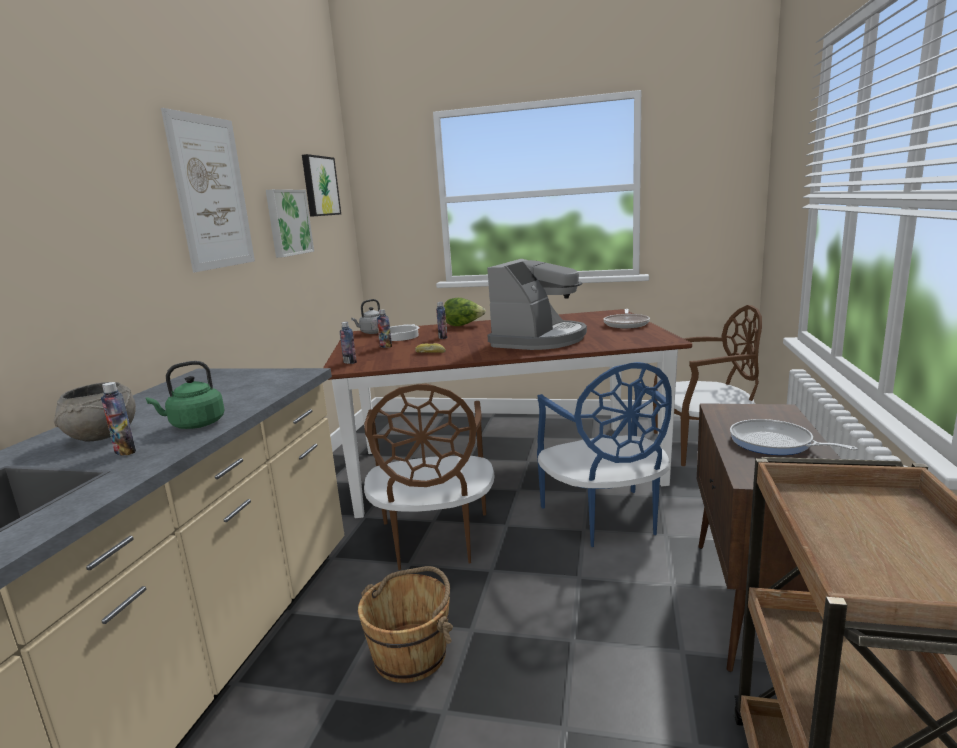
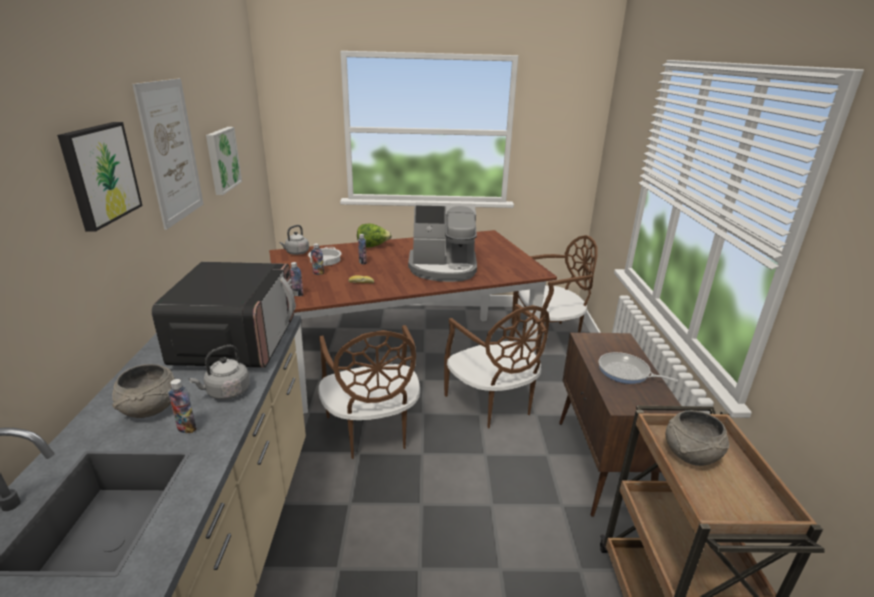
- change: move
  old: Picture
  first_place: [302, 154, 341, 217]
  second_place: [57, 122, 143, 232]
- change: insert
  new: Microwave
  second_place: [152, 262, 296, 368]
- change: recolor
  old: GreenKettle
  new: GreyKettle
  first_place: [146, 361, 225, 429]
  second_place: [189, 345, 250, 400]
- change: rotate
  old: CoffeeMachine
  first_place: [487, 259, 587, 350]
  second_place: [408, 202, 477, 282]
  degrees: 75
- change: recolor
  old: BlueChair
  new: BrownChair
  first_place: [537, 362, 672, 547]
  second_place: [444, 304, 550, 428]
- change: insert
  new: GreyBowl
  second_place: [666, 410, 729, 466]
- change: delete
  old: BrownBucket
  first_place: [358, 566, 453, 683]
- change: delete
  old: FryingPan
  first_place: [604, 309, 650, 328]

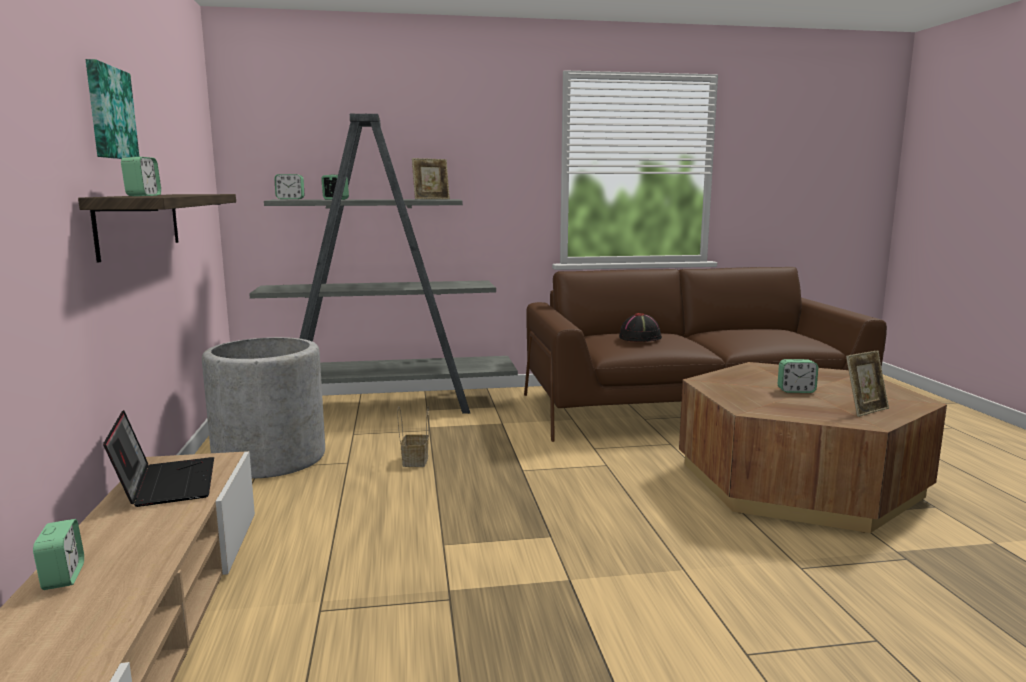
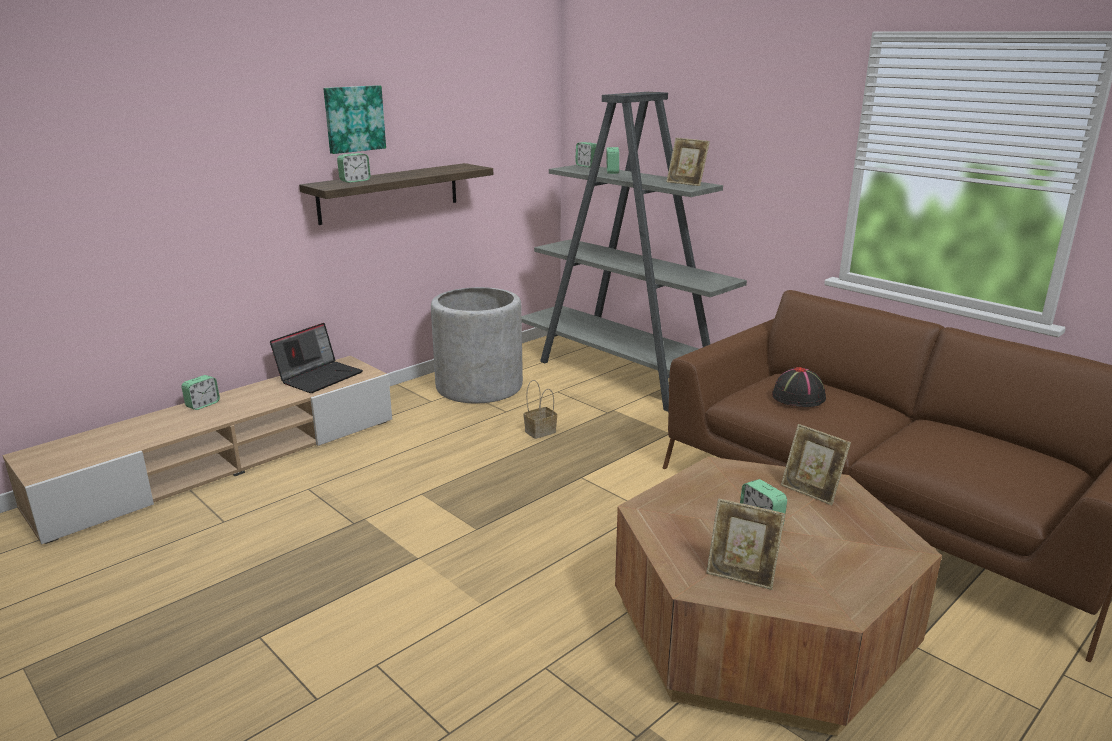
- change: insert
  new: PictureFrame
  second_place: [781, 424, 851, 505]

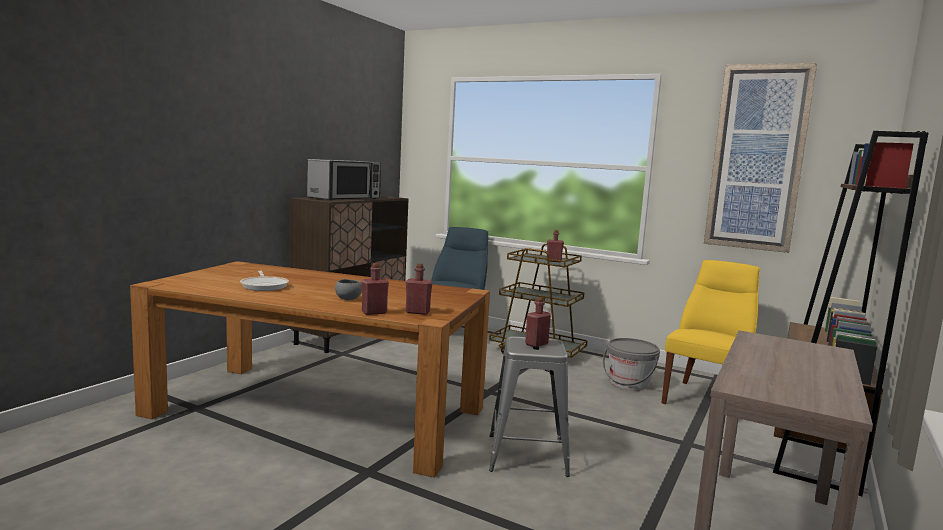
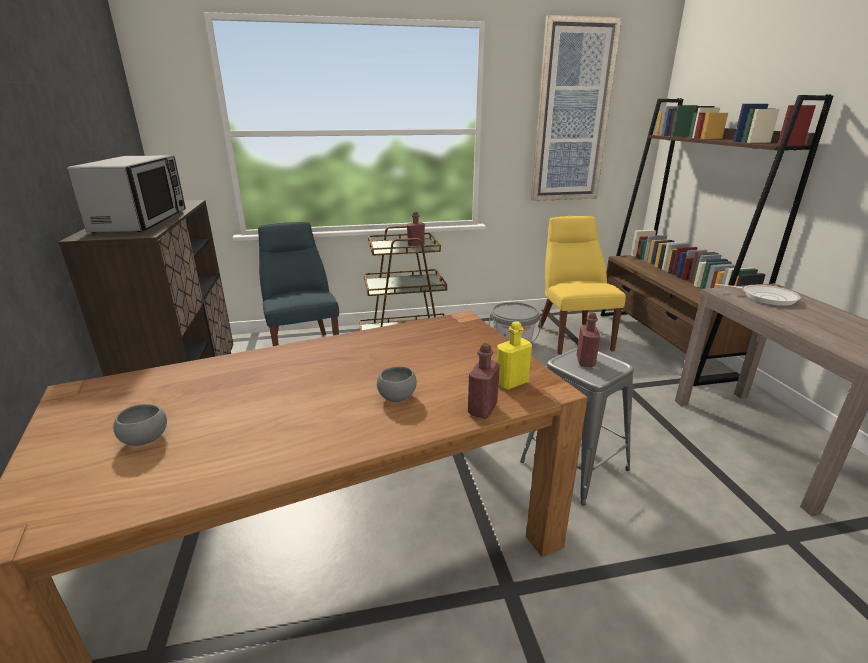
- change: insert
  new: GreyBowl
  second_place: [113, 404, 167, 446]
- change: recolor
  old: RedBottle
  new: YellowBottle
  first_place: [406, 263, 432, 315]
  second_place: [497, 321, 532, 390]
- change: move
  old: FryingPan
  first_place: [240, 270, 289, 291]
  second_place: [716, 284, 801, 306]

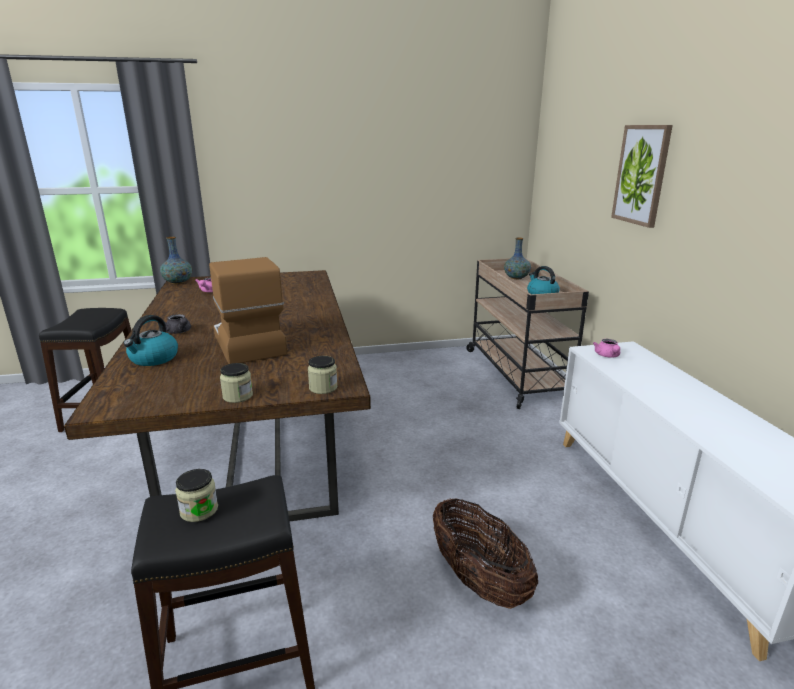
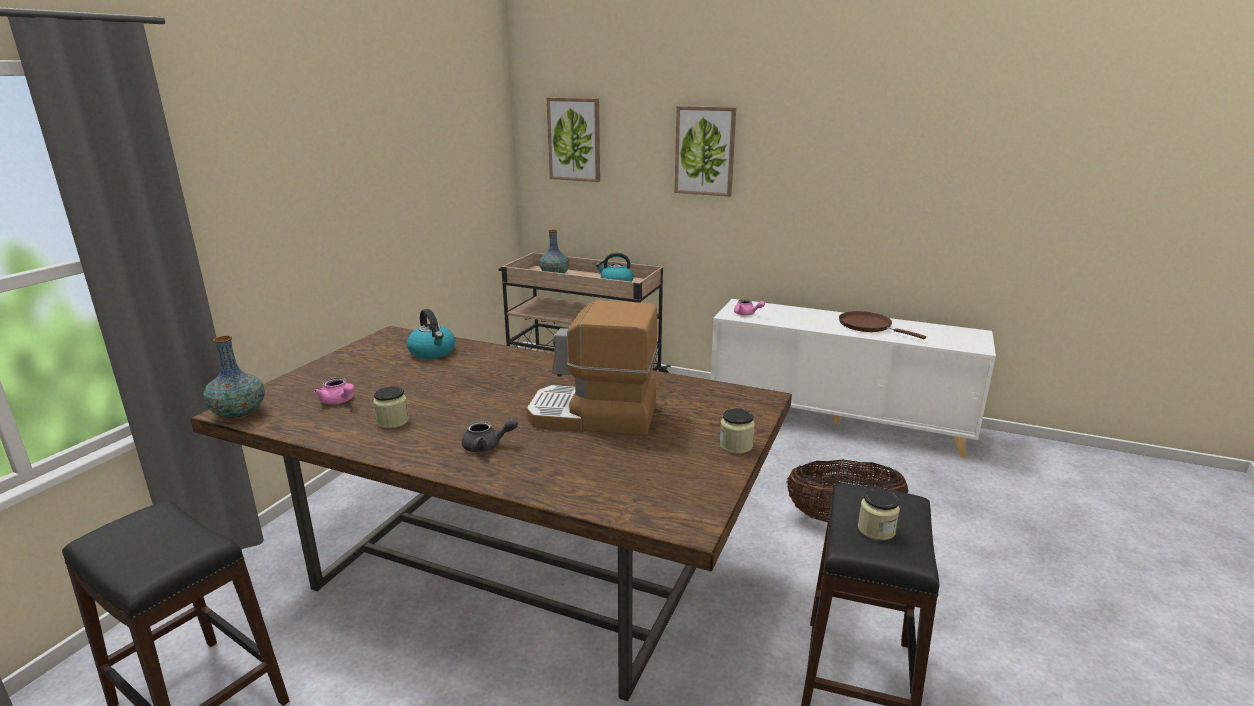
- change: move
  old: Jar
  first_place: [308, 356, 338, 394]
  second_place: [373, 386, 409, 429]
- change: move
  old: Kettle
  first_place: [123, 315, 178, 366]
  second_place: [407, 309, 455, 359]
- change: insert
  new: Picture
  second_place: [547, 97, 600, 182]
- change: insert
  new: BrownFryingPan
  second_place: [839, 311, 926, 339]

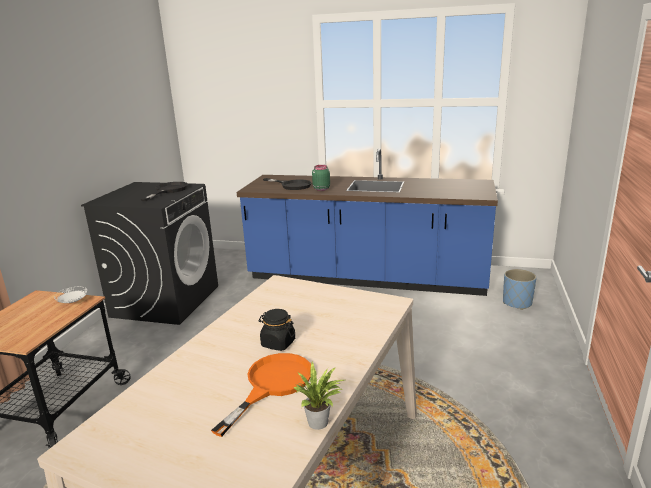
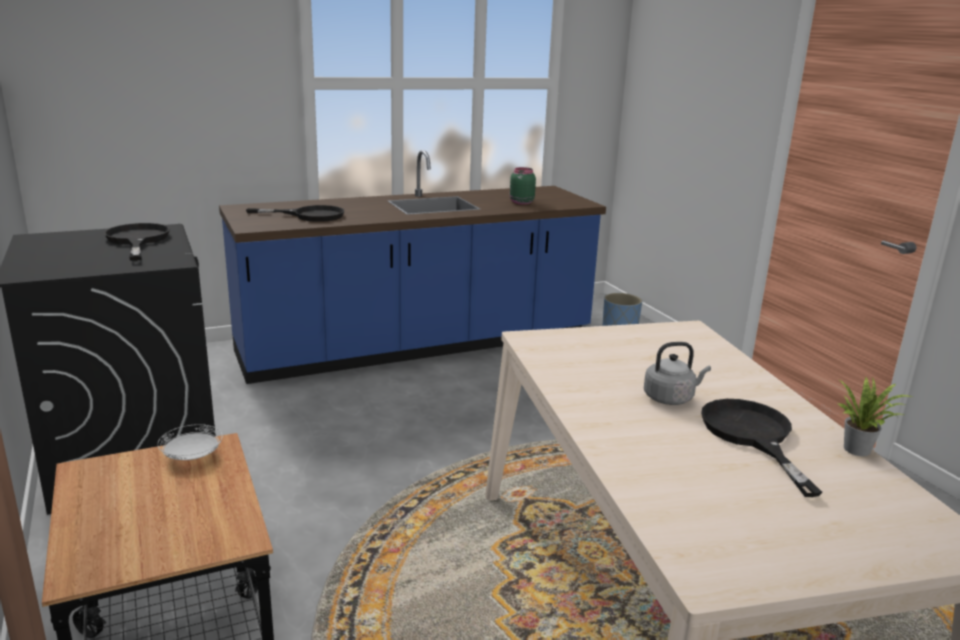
- change: move
  old: GreenJar
  first_place: [312, 165, 330, 191]
  second_place: [510, 167, 536, 205]
- change: replace
  old: BlackJar
  new: GreyKettle
  first_place: [259, 309, 295, 351]
  second_place: [644, 342, 711, 405]
- change: recolor
  old: OrangeFryingPan
  new: BlackFryingPan
  first_place: [211, 353, 311, 437]
  second_place: [701, 399, 822, 497]

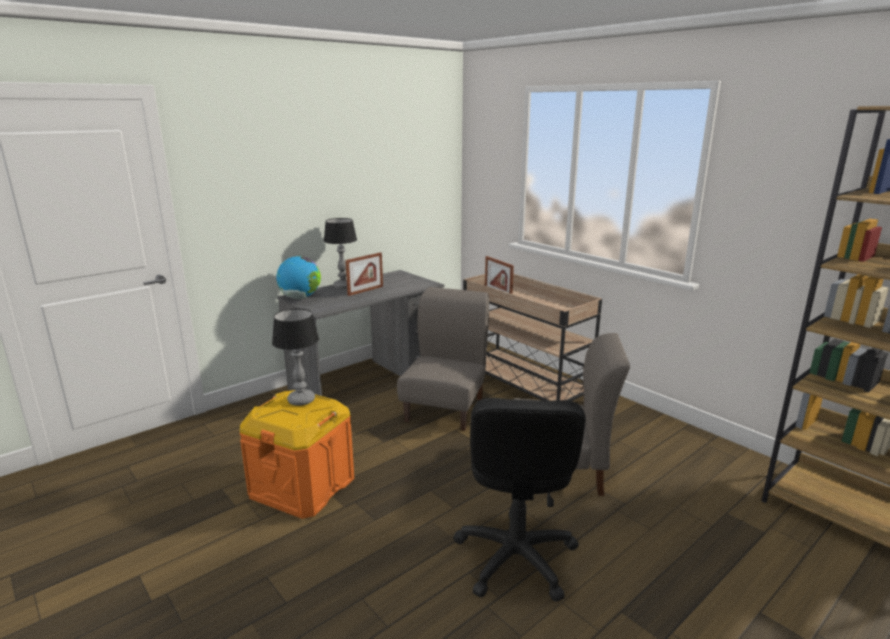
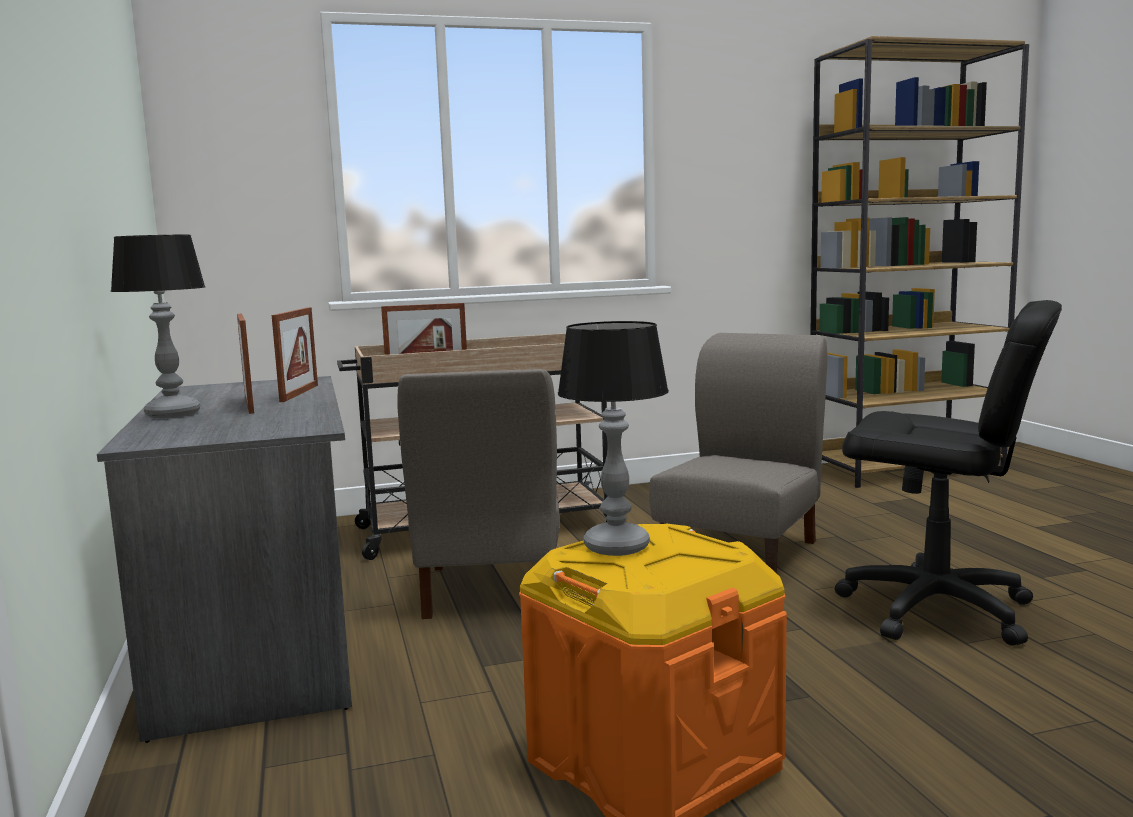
- change: insert
  new: PictureFrame
  second_place: [272, 307, 318, 402]
- change: rotate
  old: GreyChair
  first_place: [397, 287, 489, 431]
  second_place: [397, 369, 560, 619]
  degrees: -135
- change: delete
  old: Globe
  first_place: [276, 256, 321, 299]

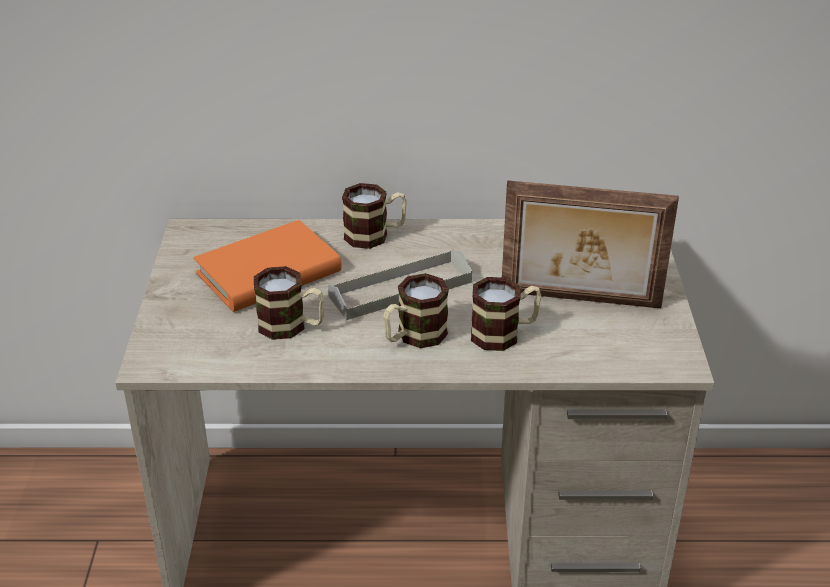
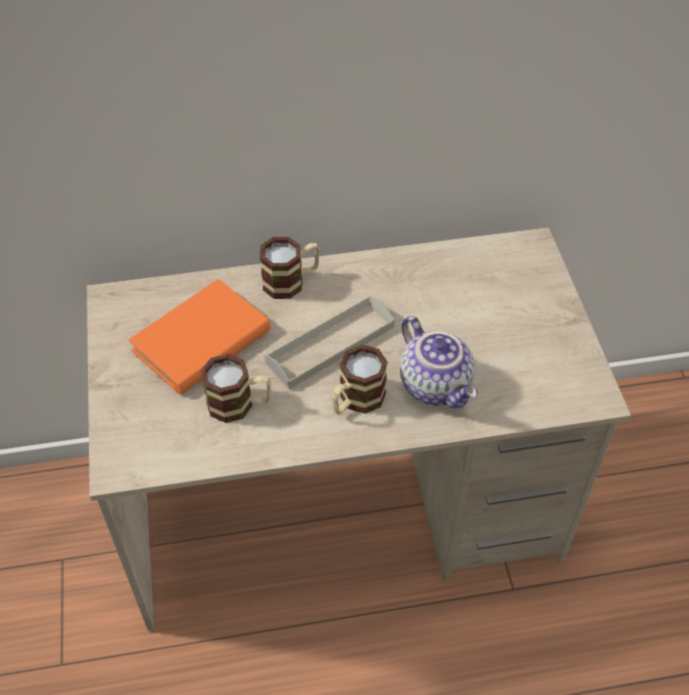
- change: replace
  old: Mug
  new: Teapot
  first_place: [471, 277, 541, 351]
  second_place: [400, 316, 478, 409]
- change: delete
  old: PictureFrame
  first_place: [502, 180, 679, 308]

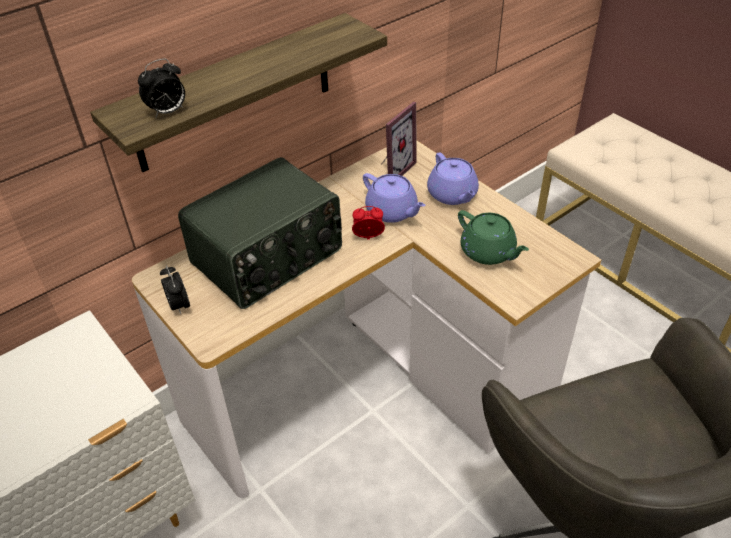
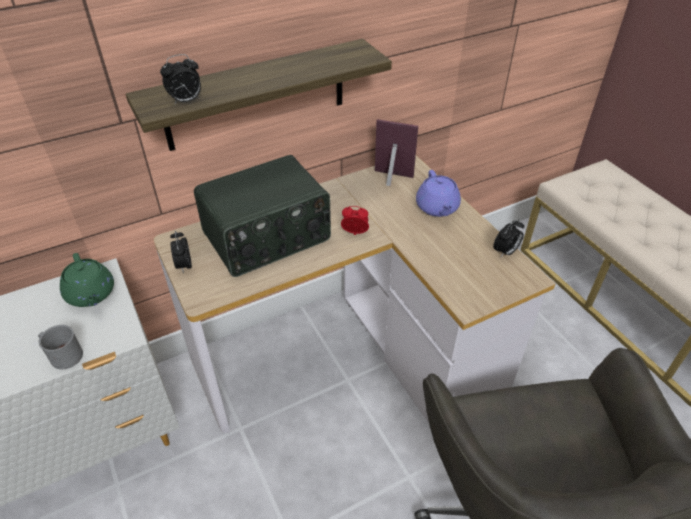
- change: insert
  new: GreyMug
  second_place: [38, 325, 83, 369]
- change: move
  old: GreenTeapot
  first_place: [458, 210, 529, 265]
  second_place: [60, 253, 114, 307]
- change: rotate
  old: PictureFrame
  first_place: [381, 101, 417, 176]
  second_place: [375, 119, 418, 186]
  degrees: -120
- change: insert
  new: AlarmClock
  second_place: [493, 219, 524, 258]
- change: delete
  old: PurpleTeapot
  first_place: [363, 173, 426, 223]

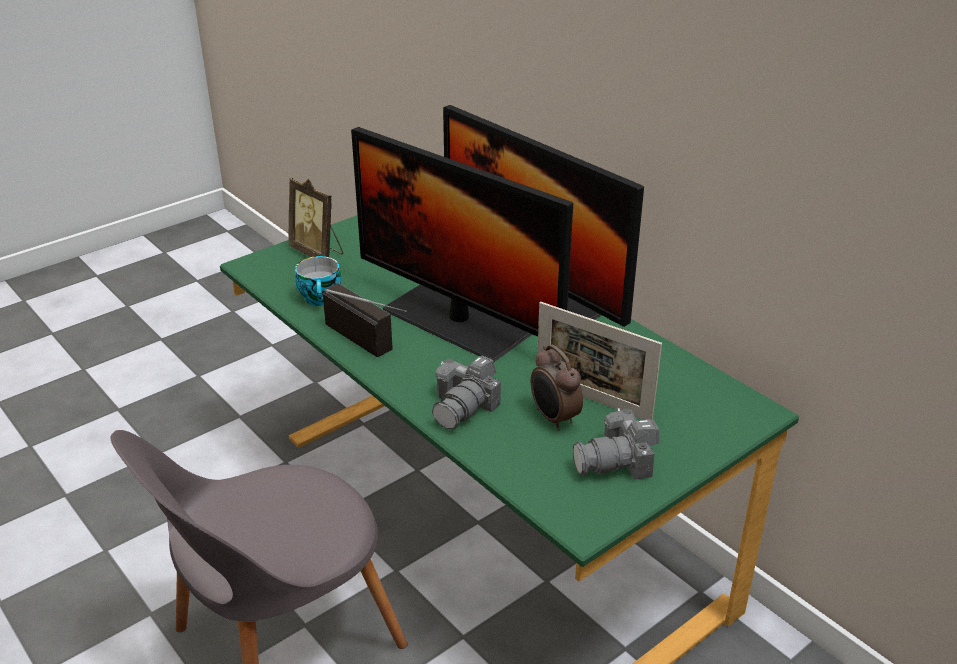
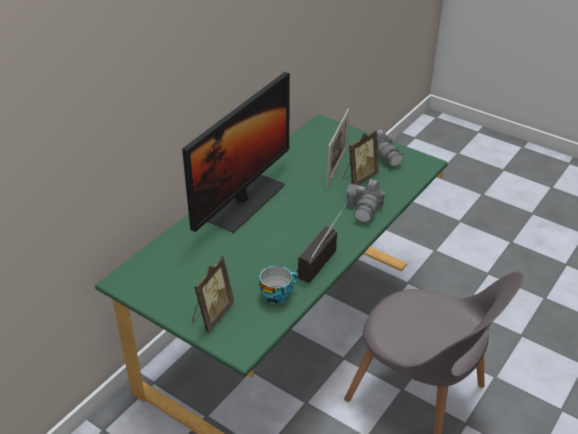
- change: replace
  old: AlarmClock
  new: PictureFrame
  first_place: [531, 345, 583, 431]
  second_place: [342, 130, 379, 185]
- change: rotate
  old: PhotoCamera
  first_place: [432, 355, 501, 429]
  second_place: [347, 179, 385, 222]
  degrees: 90
- change: delete
  old: Monitor
  first_place: [351, 127, 573, 362]

